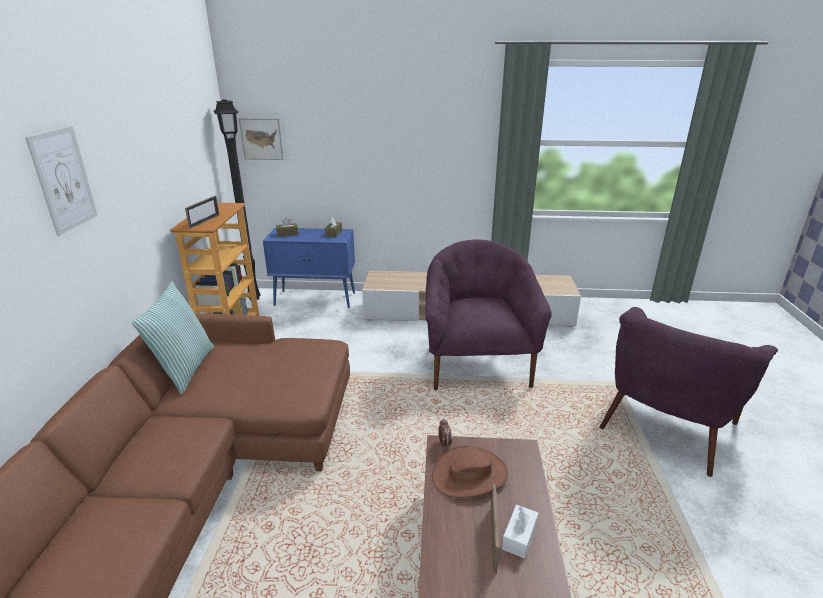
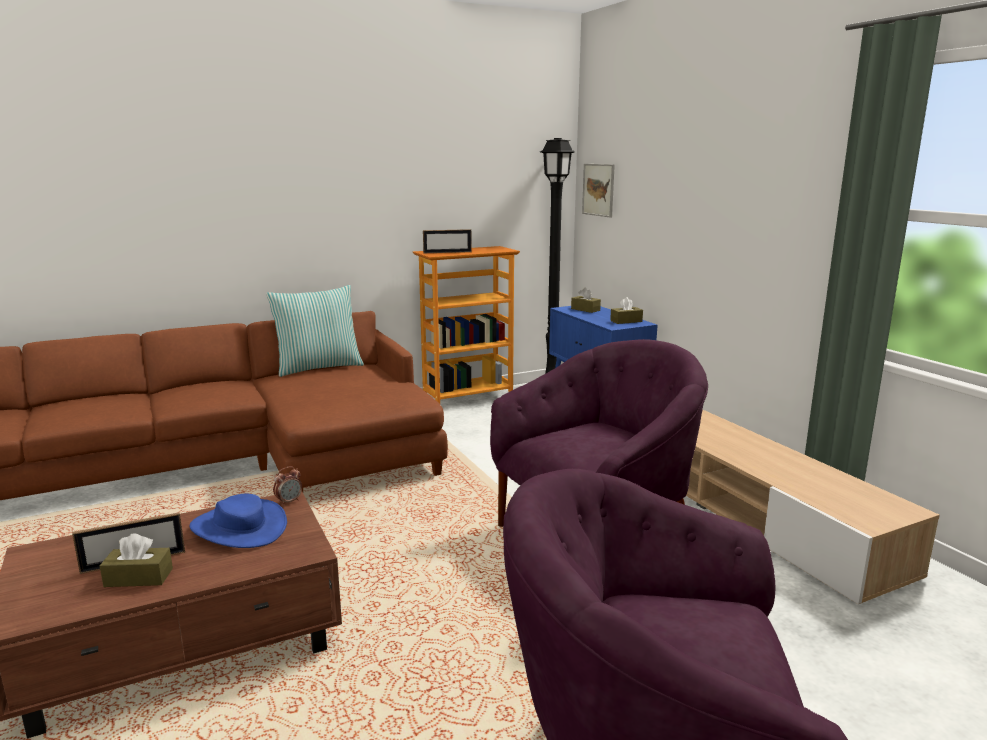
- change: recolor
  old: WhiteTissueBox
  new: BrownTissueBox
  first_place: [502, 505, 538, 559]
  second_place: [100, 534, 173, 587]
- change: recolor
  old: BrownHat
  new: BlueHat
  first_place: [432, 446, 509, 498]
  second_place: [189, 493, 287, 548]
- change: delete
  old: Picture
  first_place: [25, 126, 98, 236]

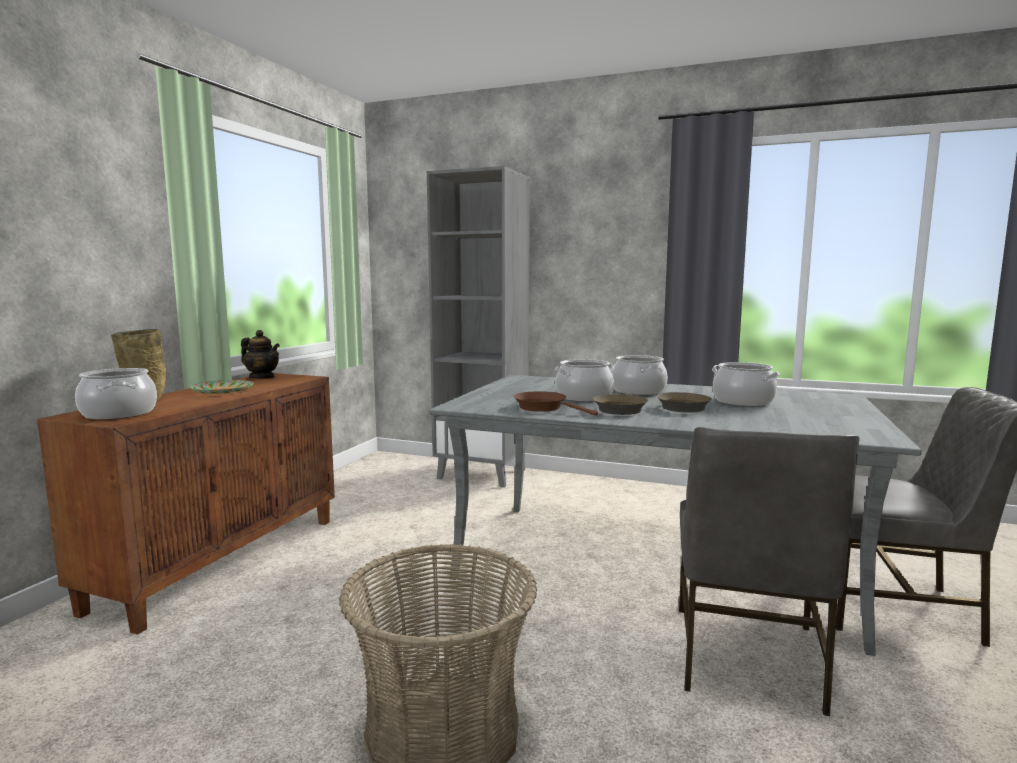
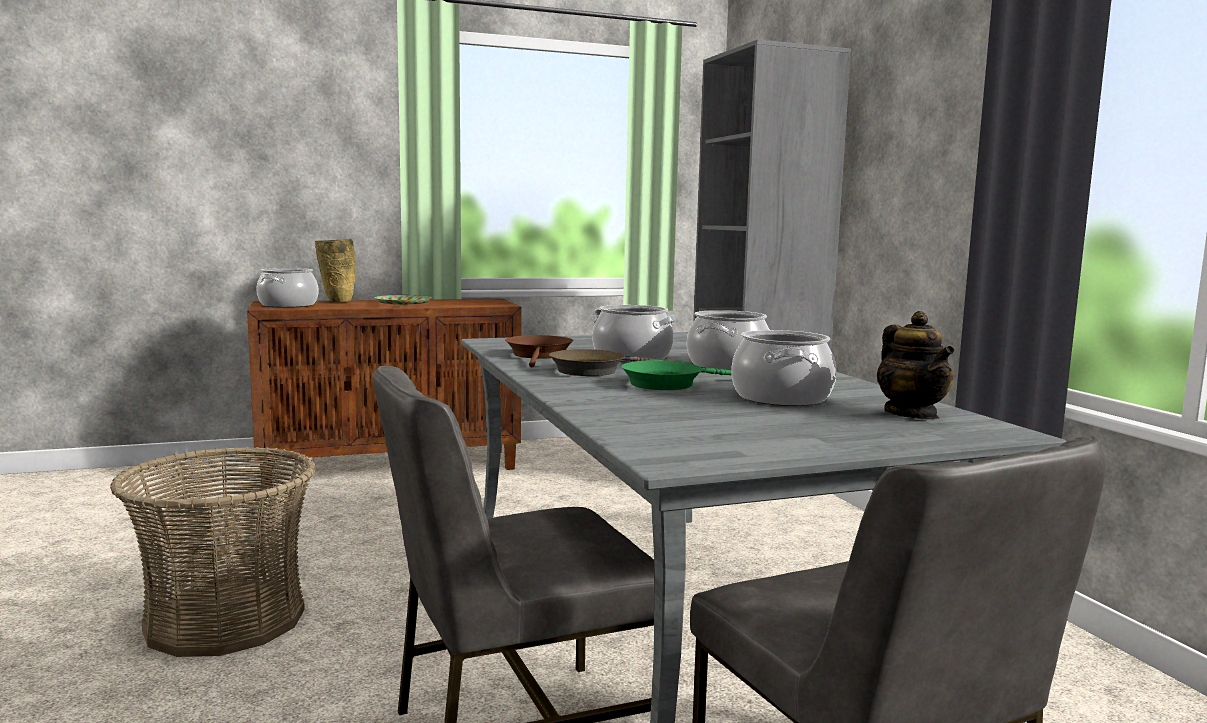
- change: recolor
  old: BrownFryingPan
  new: GreenFryingPan
  first_place: [657, 391, 712, 413]
  second_place: [621, 360, 732, 390]
- change: move
  old: Teapot
  first_place: [241, 330, 280, 379]
  second_place: [877, 311, 955, 420]

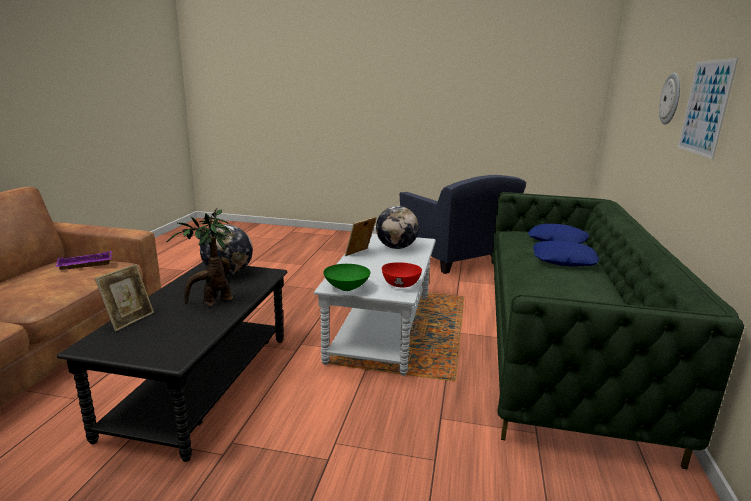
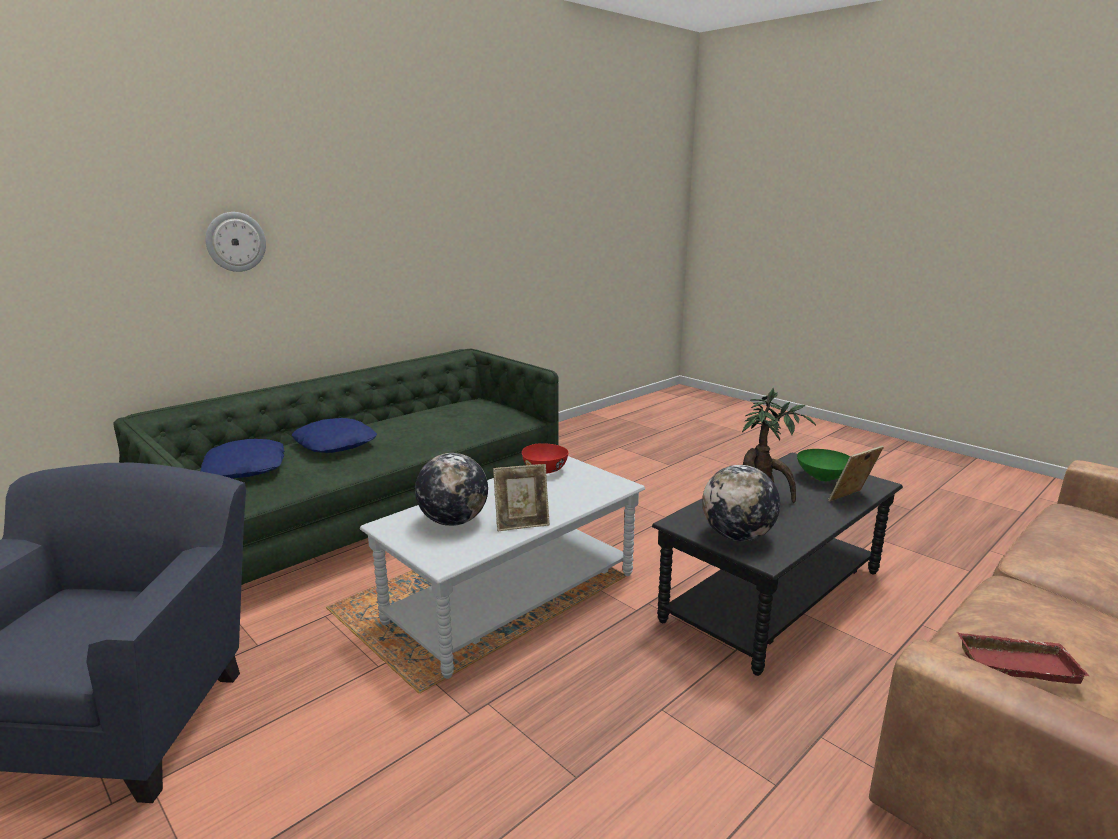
- change: move
  old: GreenBowl
  first_place: [323, 264, 370, 291]
  second_place: [797, 449, 850, 481]
- change: recolor
  old: PurpleTray
  new: RedTray
  first_place: [56, 251, 112, 270]
  second_place: [958, 633, 1089, 684]
- change: delete
  old: Picture
  first_place: [678, 58, 739, 159]

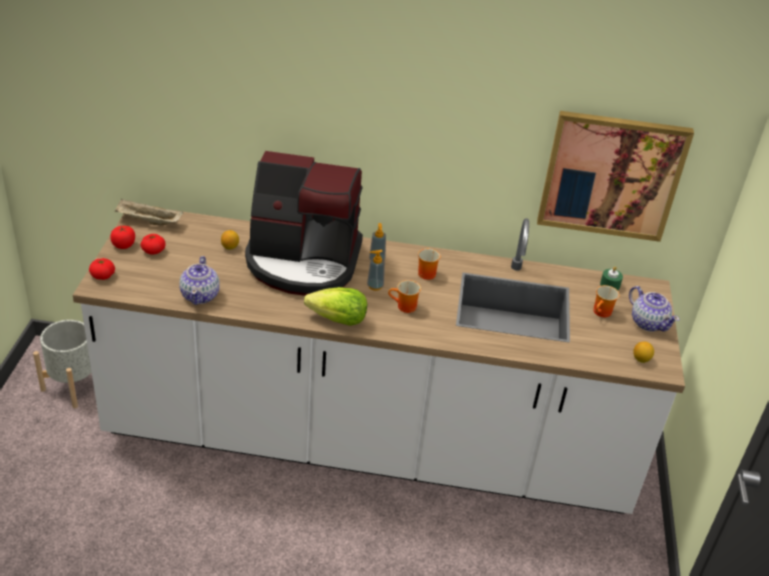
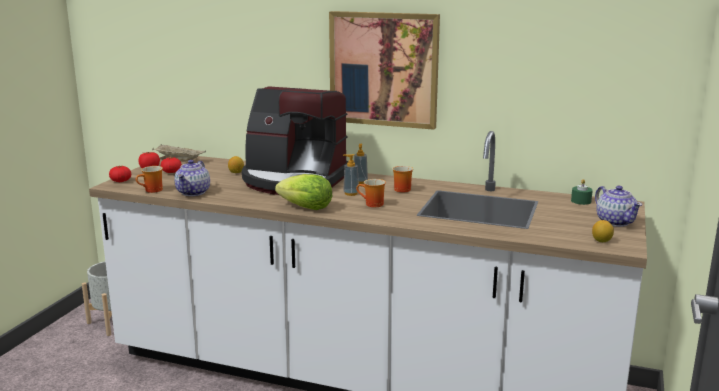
- change: move
  old: Mug
  first_place: [593, 285, 620, 317]
  second_place: [136, 166, 163, 193]
- change: move
  old: Picture
  first_place: [537, 111, 694, 242]
  second_place: [329, 11, 440, 130]

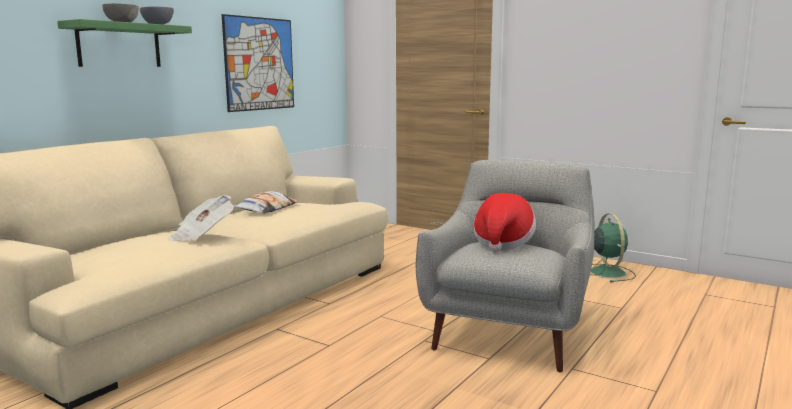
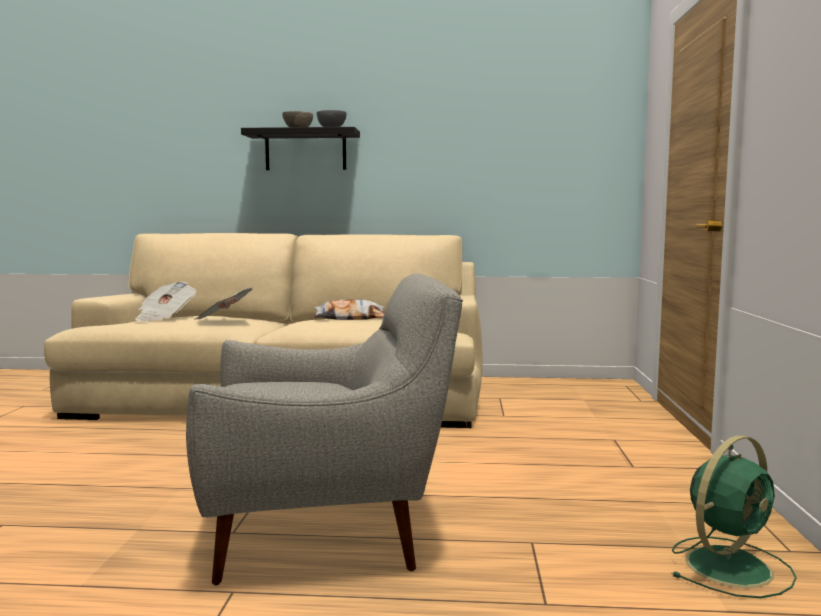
- change: insert
  new: Newspaper
  second_place: [135, 282, 196, 322]
- change: recolor
  old: GreenShelf
  new: BlackShelf
  first_place: [57, 19, 192, 67]
  second_place: [241, 127, 360, 170]
- change: delete
  old: Picture
  first_place: [222, 14, 294, 112]
- change: delete
  old: Hat
  first_place: [473, 193, 536, 252]

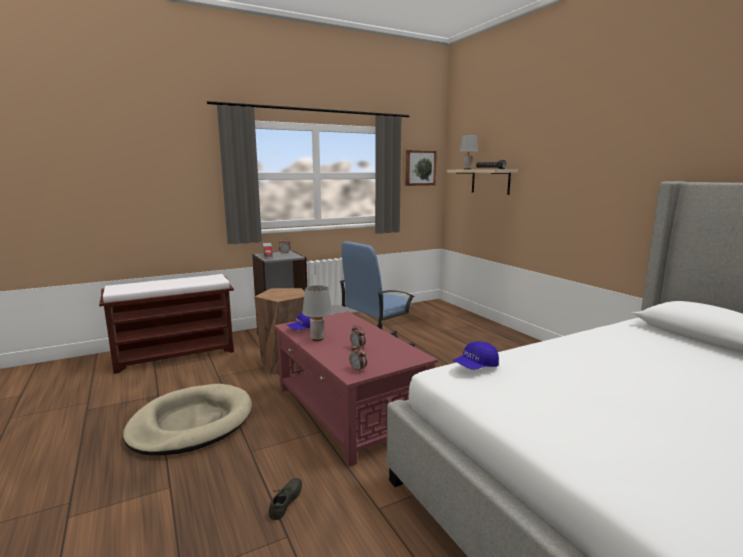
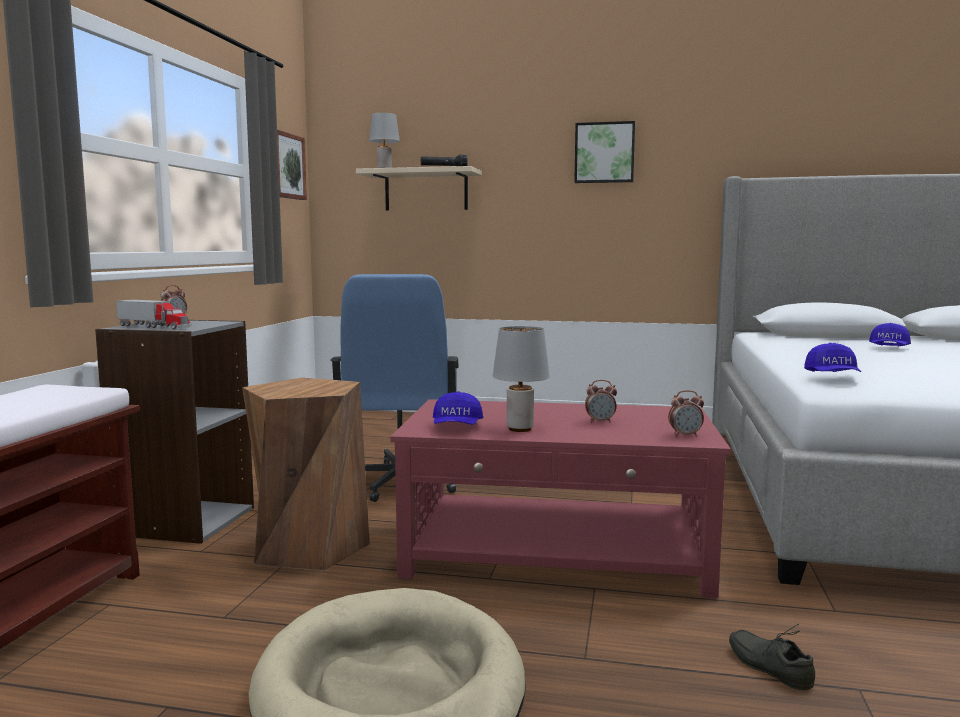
- change: insert
  new: Picture
  second_place: [574, 121, 635, 183]
- change: insert
  new: BlueCap
  second_place: [869, 323, 911, 346]

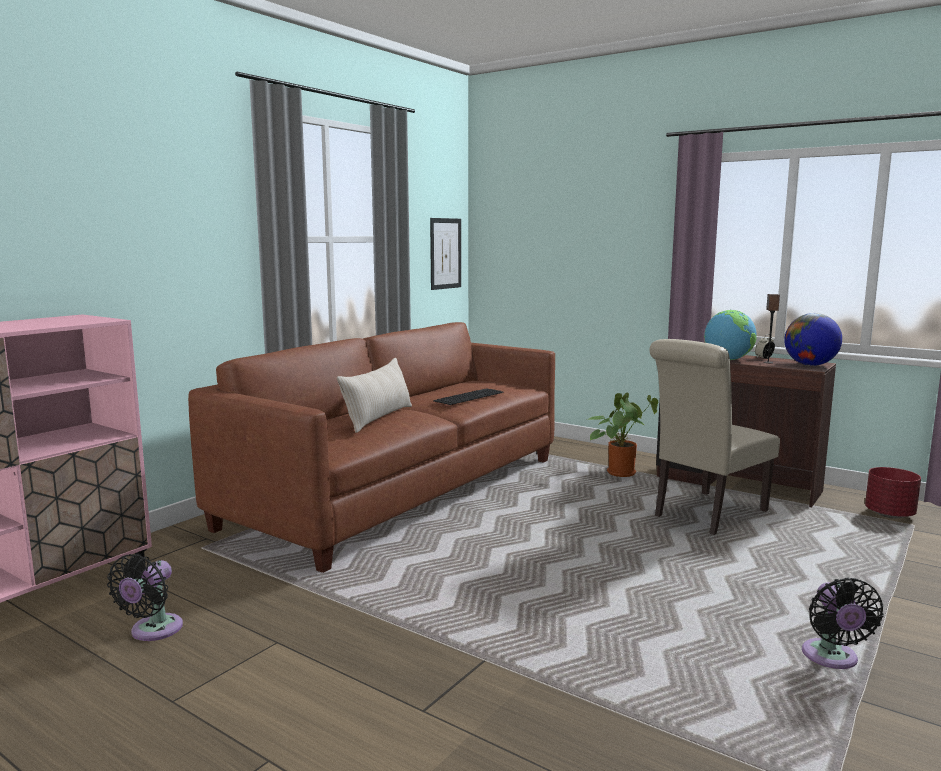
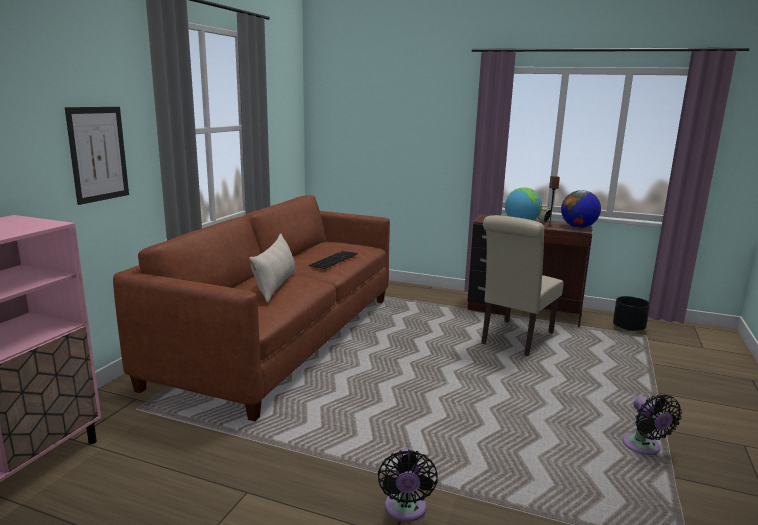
- change: move
  old: Picture
  first_place: [430, 218, 461, 290]
  second_place: [65, 107, 129, 205]
- change: move
  old: BlackFan
  first_place: [107, 554, 183, 641]
  second_place: [378, 448, 438, 522]
- change: recolor
  old: RedPlanter
  new: BlackPlanter
  first_place: [865, 467, 921, 519]
  second_place: [613, 296, 650, 332]
- change: delete
  old: PottedPlant
  first_place: [589, 393, 658, 477]

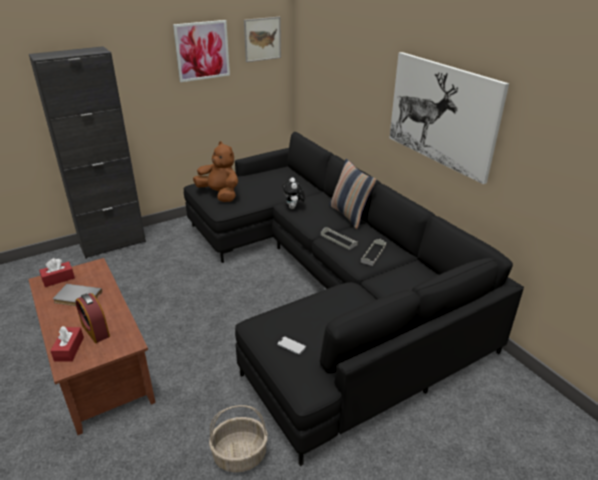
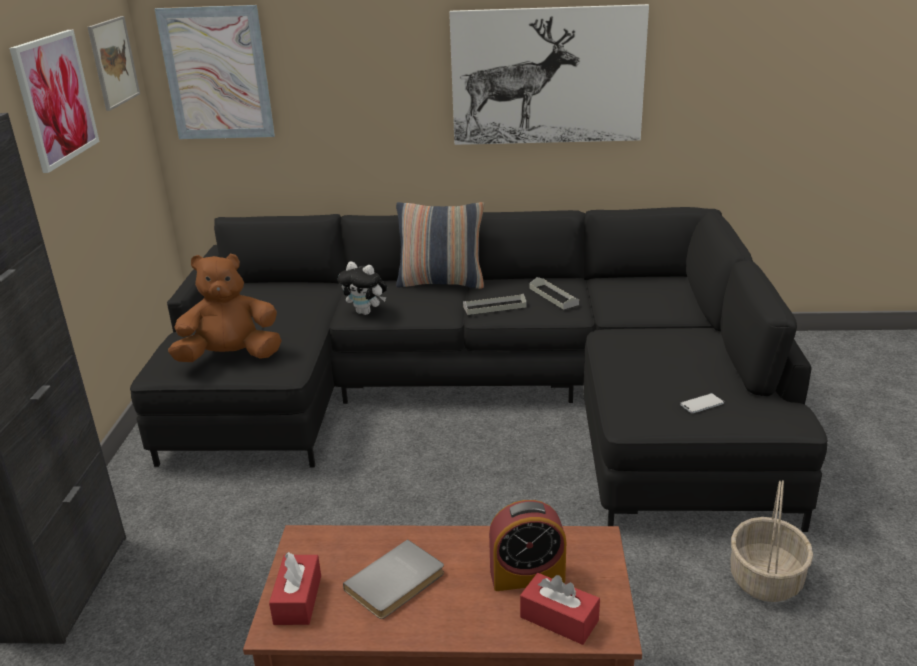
- change: insert
  new: Picture
  second_place: [155, 5, 275, 139]

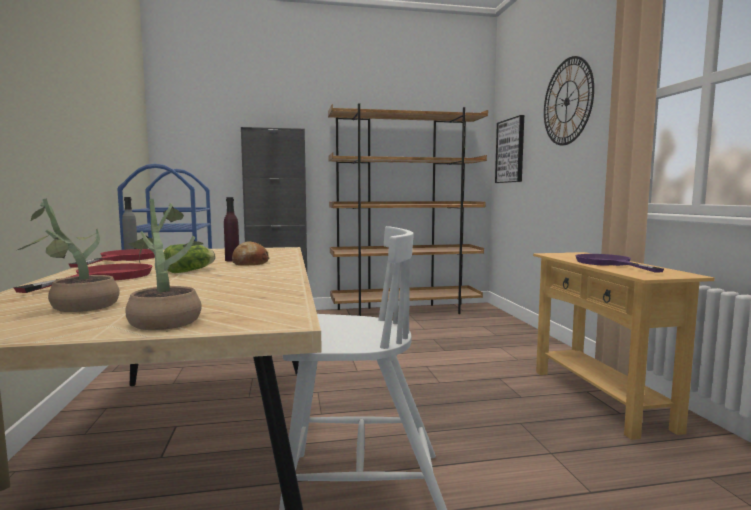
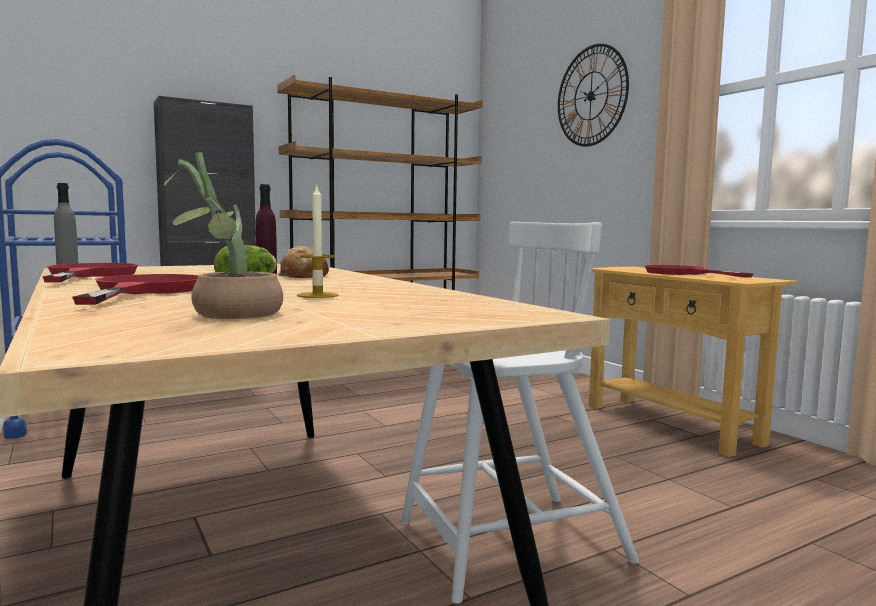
- change: insert
  new: Candle
  second_place: [297, 186, 338, 298]
- change: recolor
  old: PurpleFryingPan
  new: RedFryingPan
  first_place: [575, 254, 664, 272]
  second_place: [645, 265, 754, 278]
- change: delete
  old: PottedPlant
  first_place: [125, 199, 203, 330]
- change: delete
  old: Picture
  first_place: [495, 115, 524, 183]

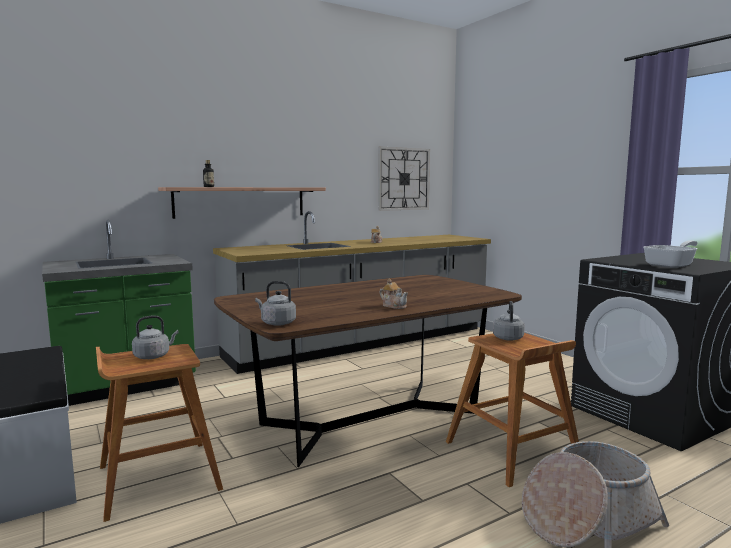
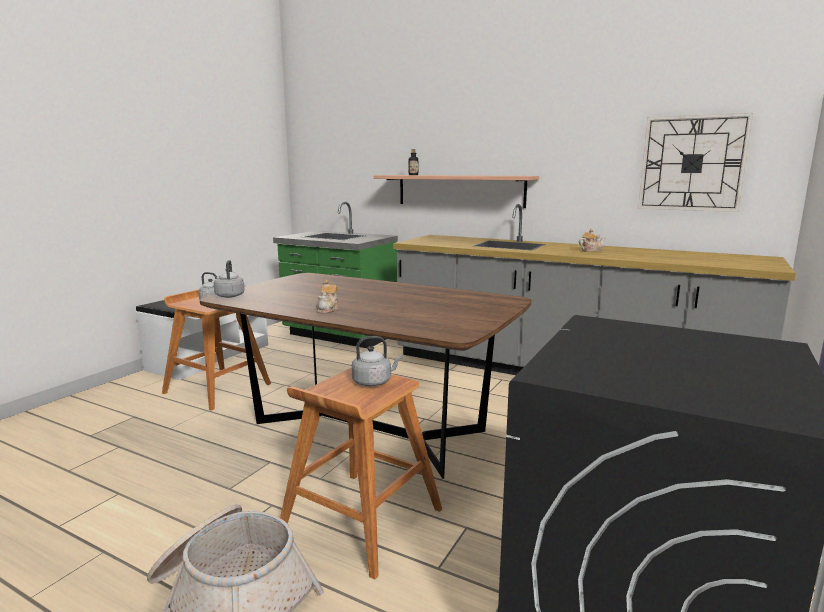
- change: delete
  old: FryingPan
  first_place: [643, 240, 698, 268]

